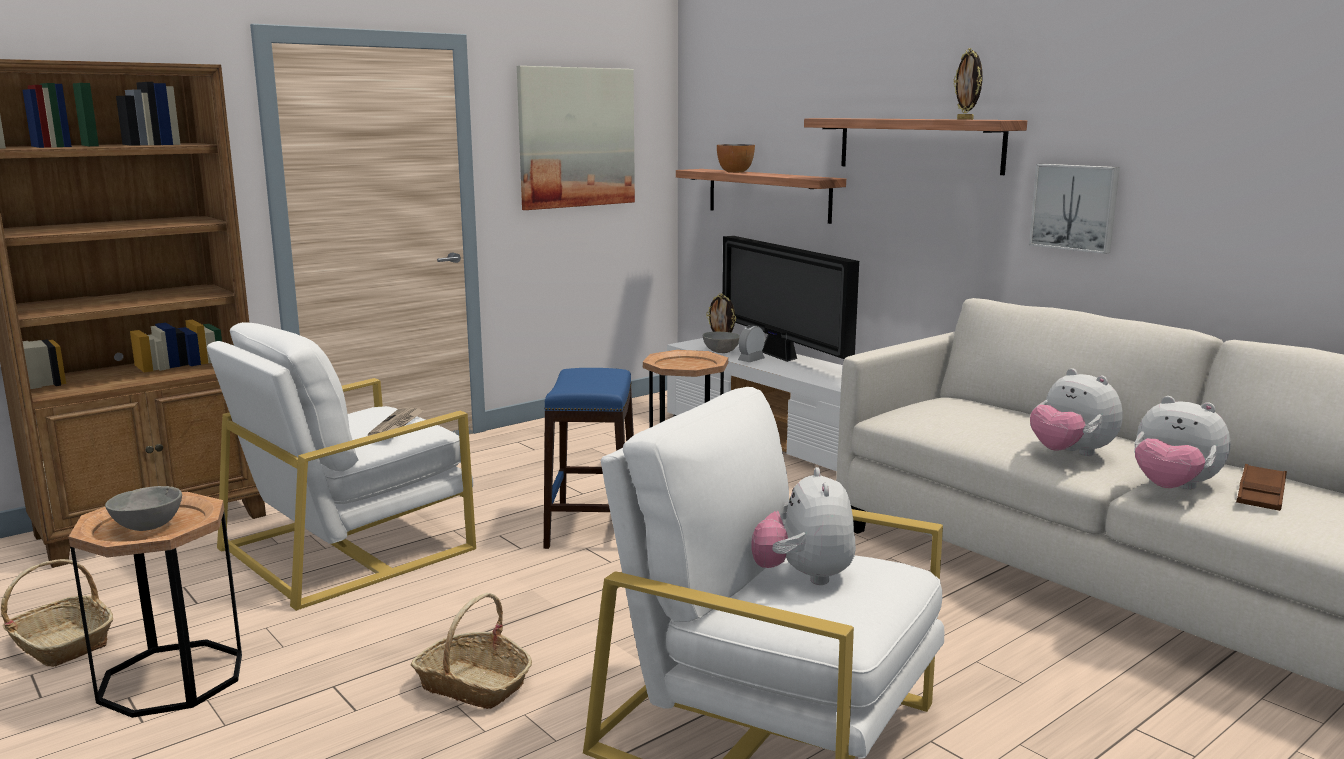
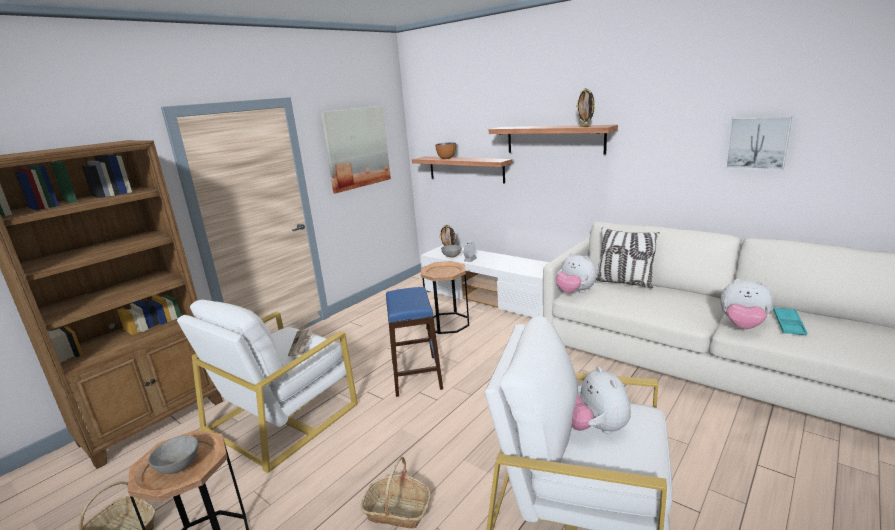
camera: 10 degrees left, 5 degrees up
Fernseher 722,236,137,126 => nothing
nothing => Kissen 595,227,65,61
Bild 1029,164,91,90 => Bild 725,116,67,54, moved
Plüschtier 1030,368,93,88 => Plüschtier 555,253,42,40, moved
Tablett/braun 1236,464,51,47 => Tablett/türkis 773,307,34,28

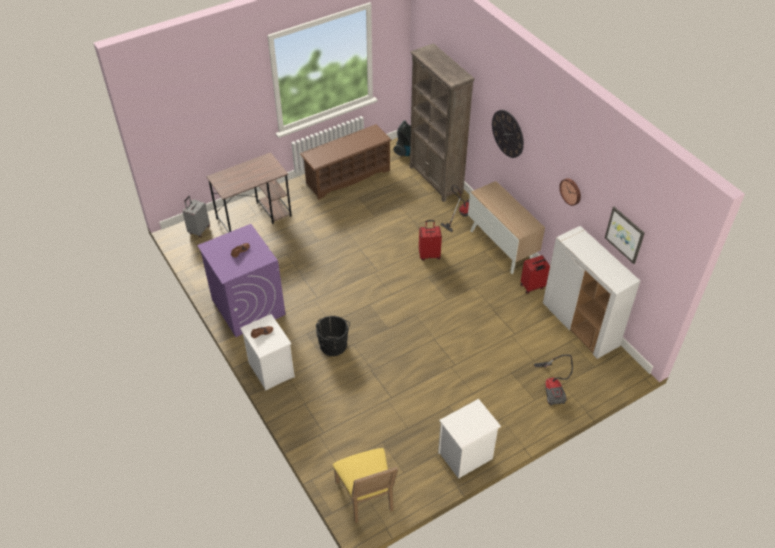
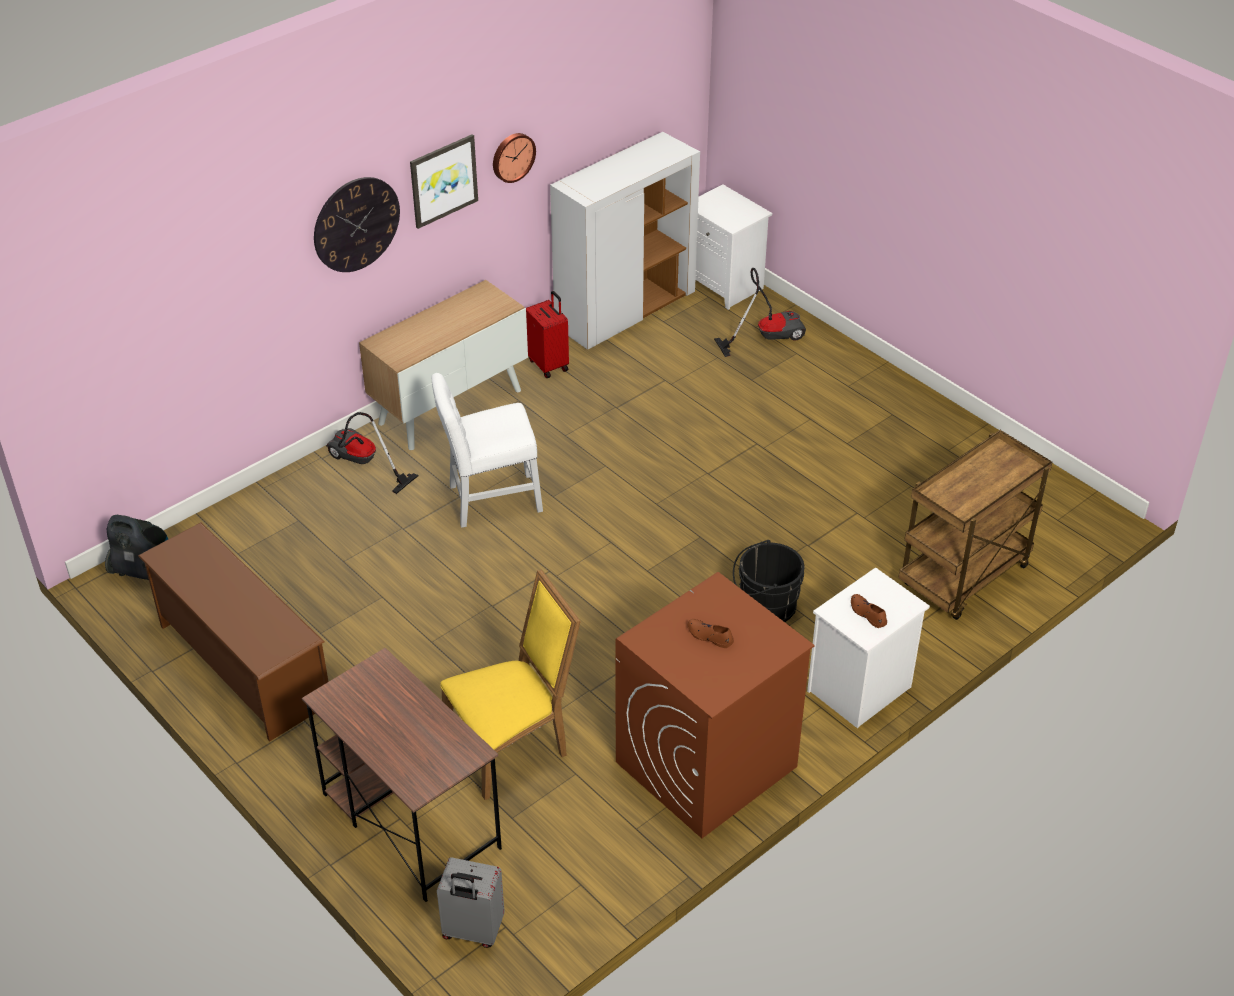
camera: 100 degrees left, 5 degrees down
Bücherregal/braun 409,43,66,159 => nothing
nothing => Rollwagen/braun 898,430,154,190
Stuhl/gelb 333,448,65,75 => Stuhl/gelb 440,569,141,231, moved
Nachttisch/weiß 438,399,63,80 => Nachttisch/weiß 695,184,77,126, moved
Bild 605,207,40,57 => Bild 410,134,68,95, moved
Koffer/rot 419,220,23,40 => Stuhl/weiß 431,373,112,155
Waschmaschine/lila 197,224,88,113 => Waschmaschine/braun 616,572,199,266

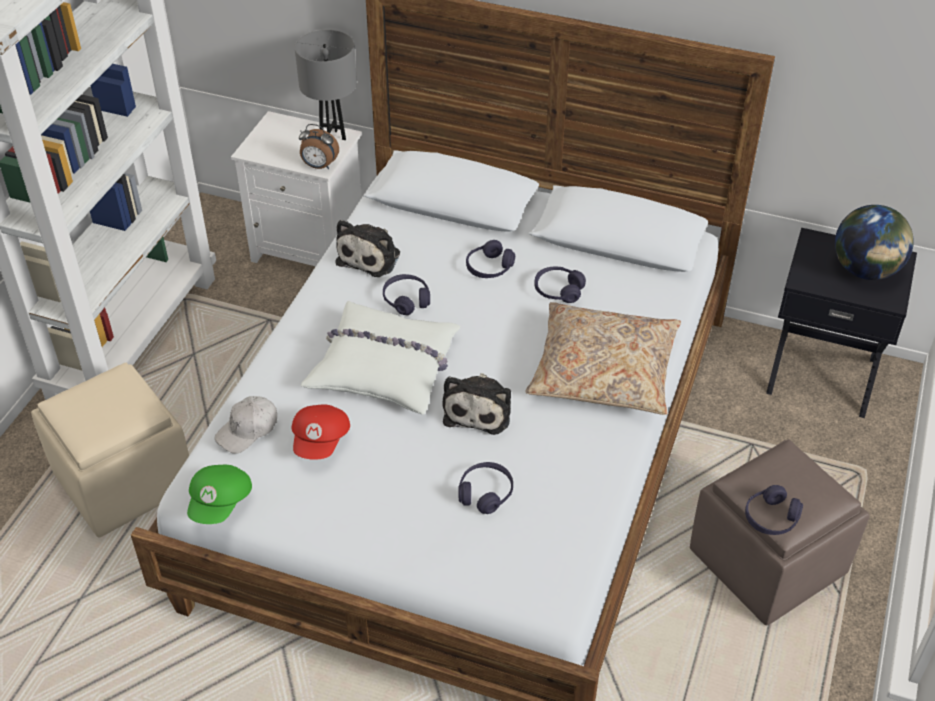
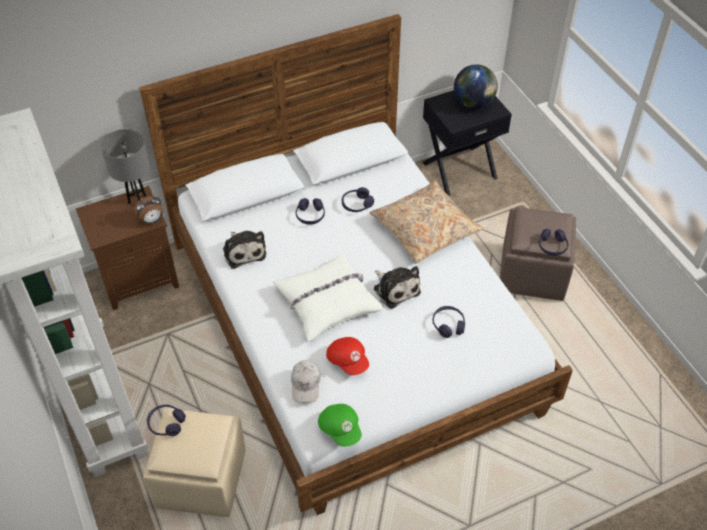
camera: 45 degrees left, 5 degrees up
Kopfhörer/lila 383,274,47,41 => Kopfhörer/lila 147,405,39,31, moved
Nachttisch/weiß 231,111,131,155 => Nachttisch/braun 76,186,103,124

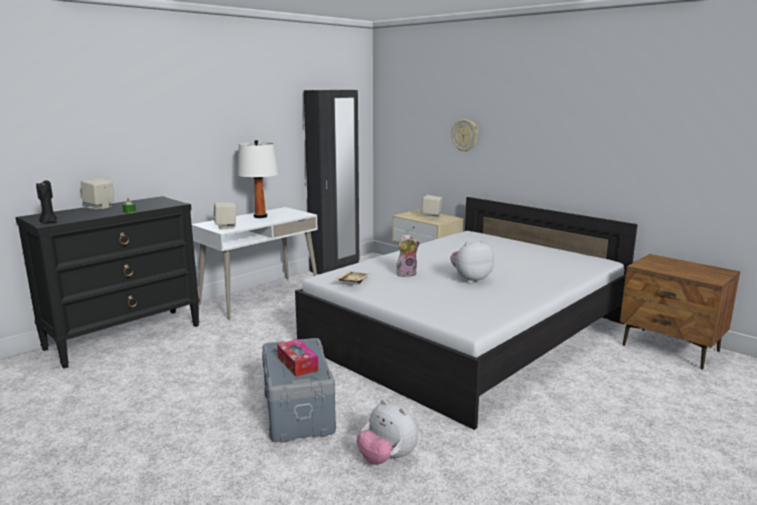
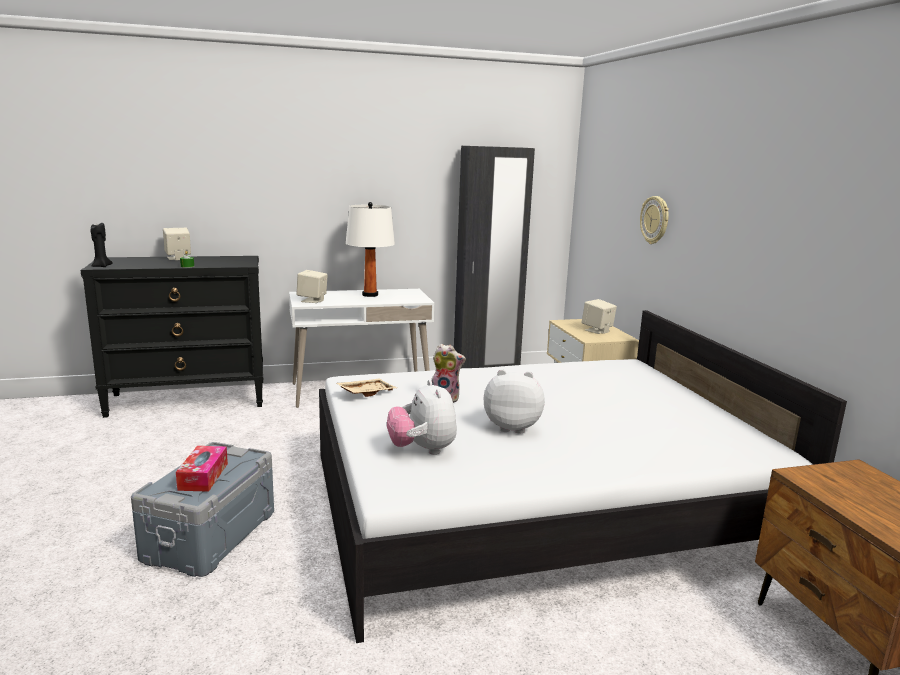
camera: 30 degrees right, 0 degrees up
Plüschtier 357,400,61,65 => Plüschtier 387,380,70,75, moved

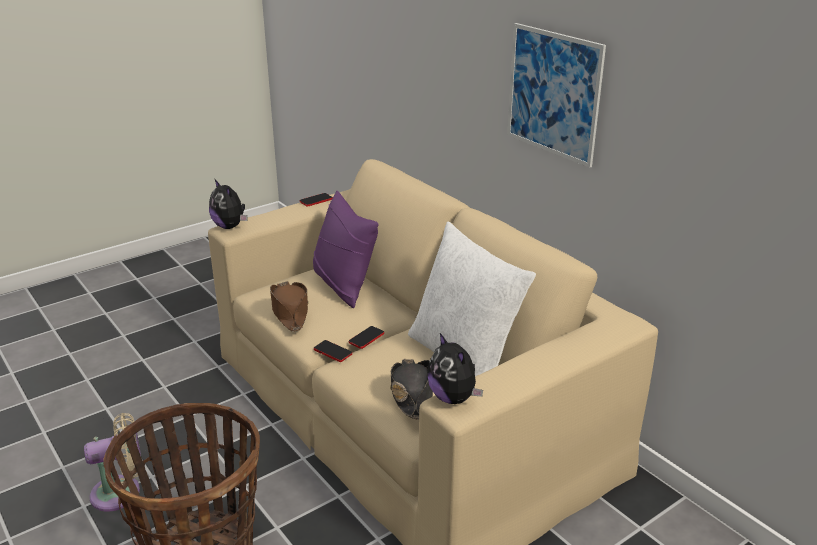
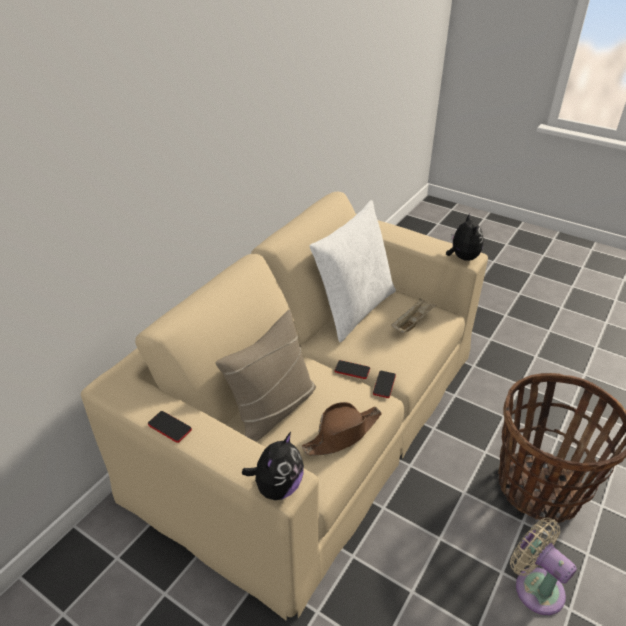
camera: 110 degrees left, 10 degrees up
Bild 507,23,99,145 => nothing
Hut/schwarz 390,359,43,61 => Tablett/beige 391,298,46,35
Kissen/lila 313,191,66,117 => Kissen/beige 216,310,100,132
Plüschtier 427,333,56,71 => Plüschtier 446,214,38,47, 45 degrees counterclockwise

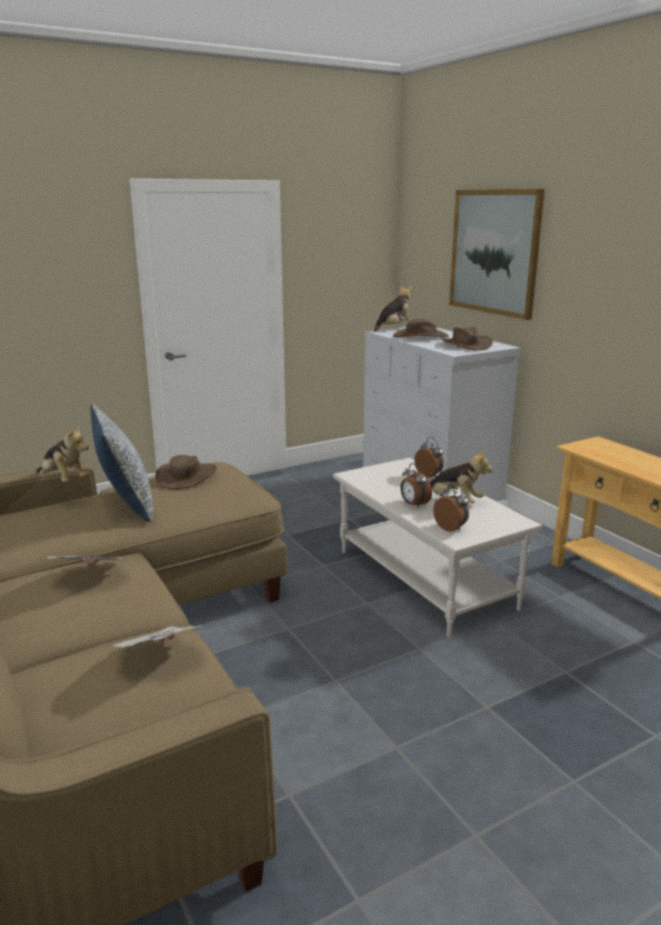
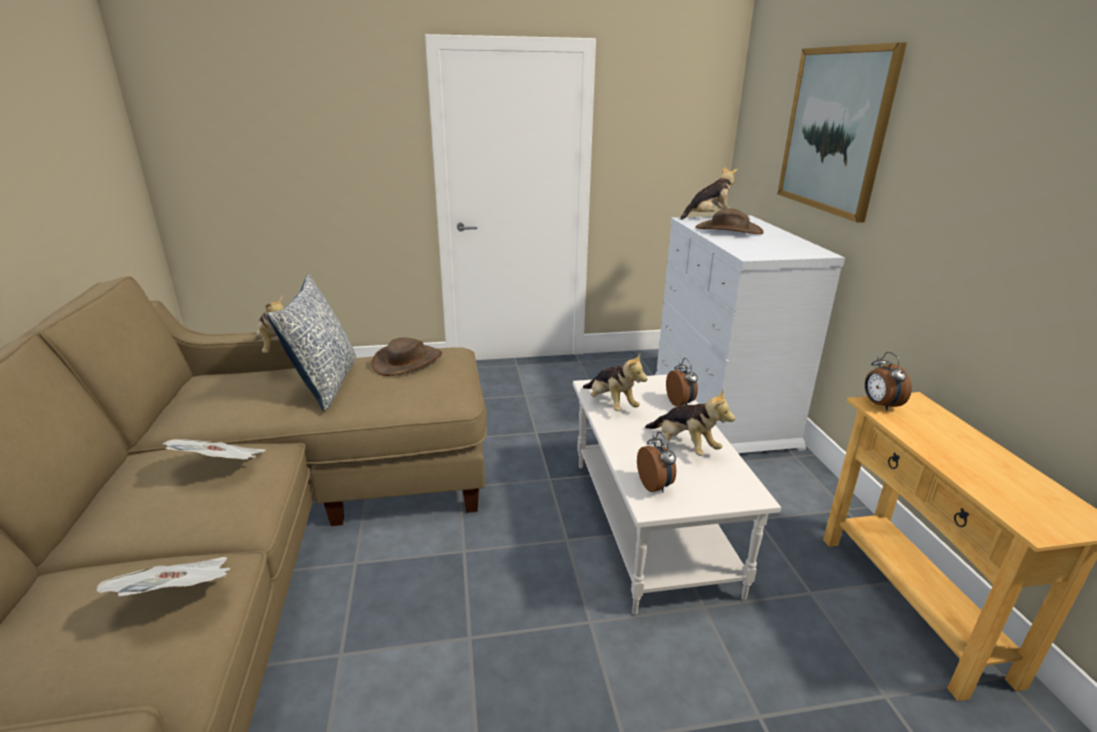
camera: 20 degrees right, 5 degrees up
Hut/braun 441,327,52,24 => nothing
nothing => Plüschtier 583,354,65,57
Wecker 401,463,31,45 => Wecker 865,352,47,59, moved

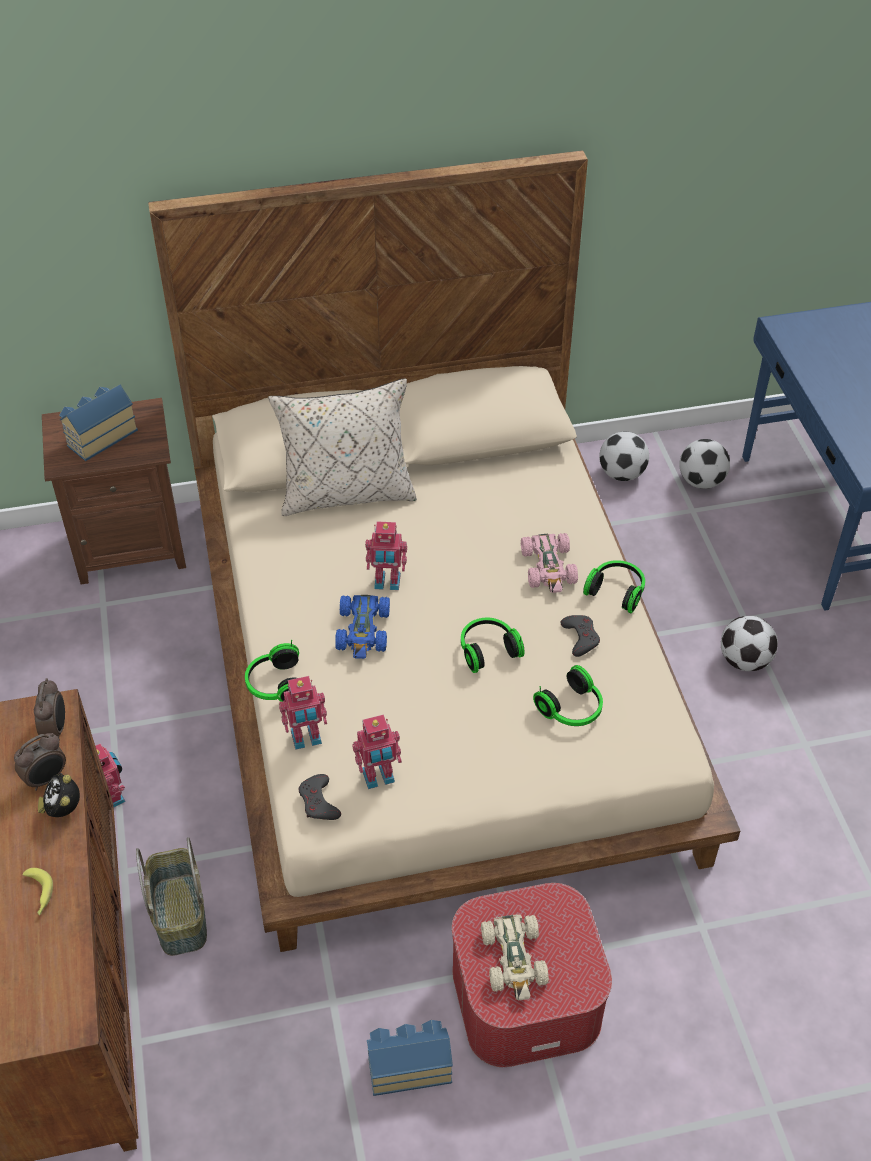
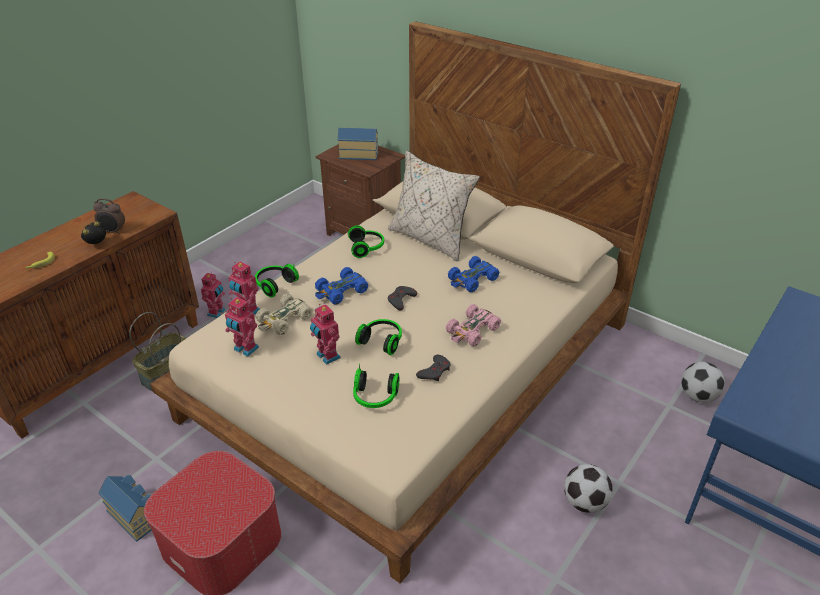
camera: 50 degrees right, 10 degrees down
Wecker 34,678,31,62 => nothing
Fußball 599,432,50,49 => nothing
nothing => Spielzeugauto/blau 448,256,51,36
Gamepad/grau 298,774,43,46 => Gamepad/grau 388,286,29,25, moved
Spielzeugroboter 365,521,42,69 => Spielzeugroboter 310,304,31,61, moved
Spielzeugauto/beige 481,914,68,87 => Spielzeugauto/beige 256,294,56,41, moved
Kopfhörer 583,560,62,53 => Kopfhörer 348,226,36,32, moved

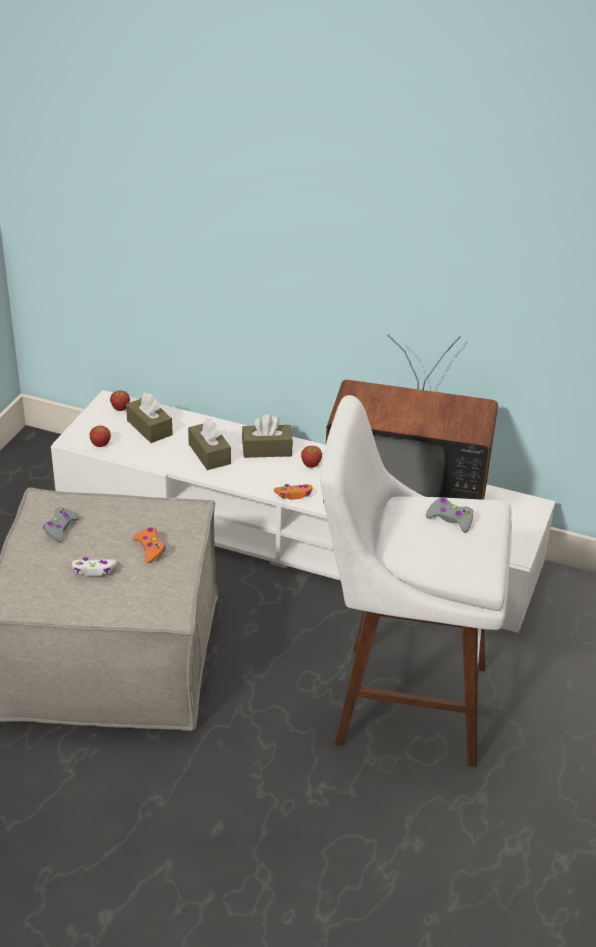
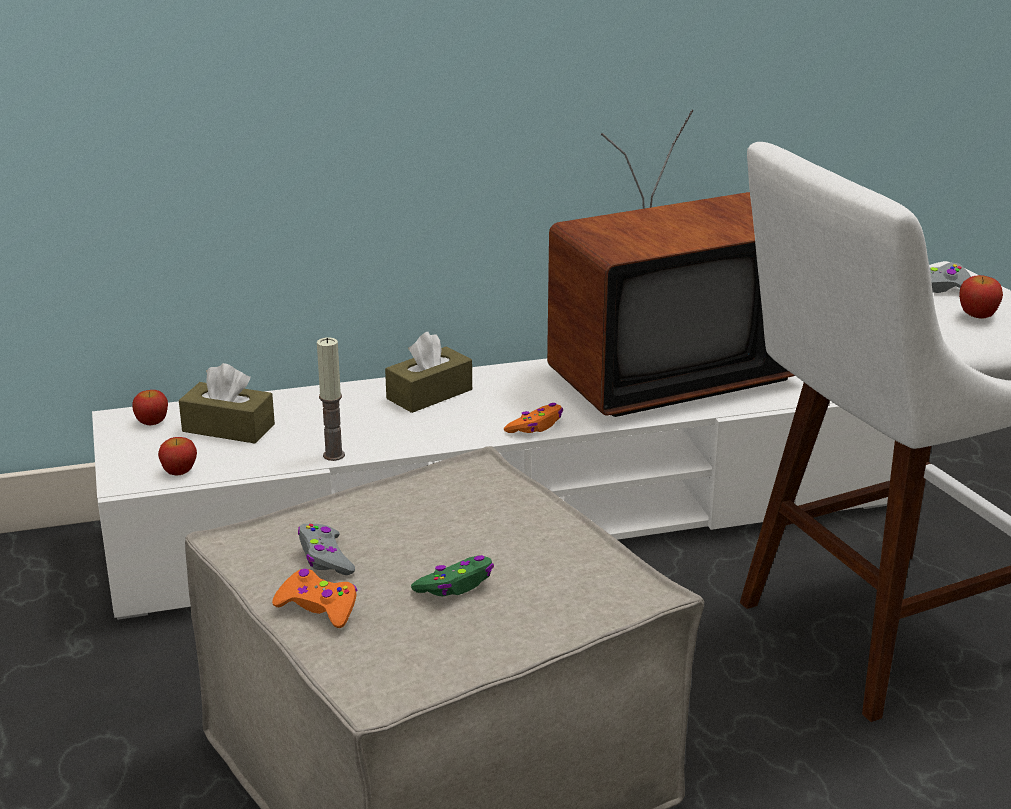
camera: 35 degrees left, 10 degrees down
Taschentuchbox/braun 188,418,43,52 => nothing
nothing => Kerze 317,337,28,124
Gamepad/orange 132,527,33,36 => Gamepad/orange 272,569,85,59, moved
Apfel 301,446,21,22 => Apfel 959,275,44,44, moved
Gamepad/weiß 72,557,45,19 => Gamepad/grün 411,555,83,41

